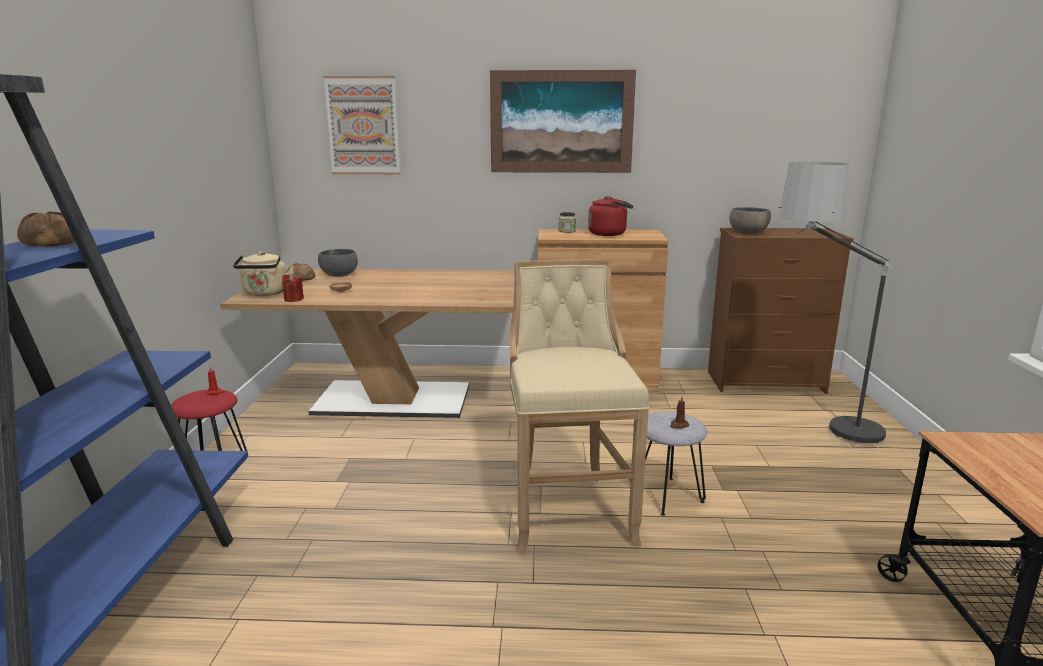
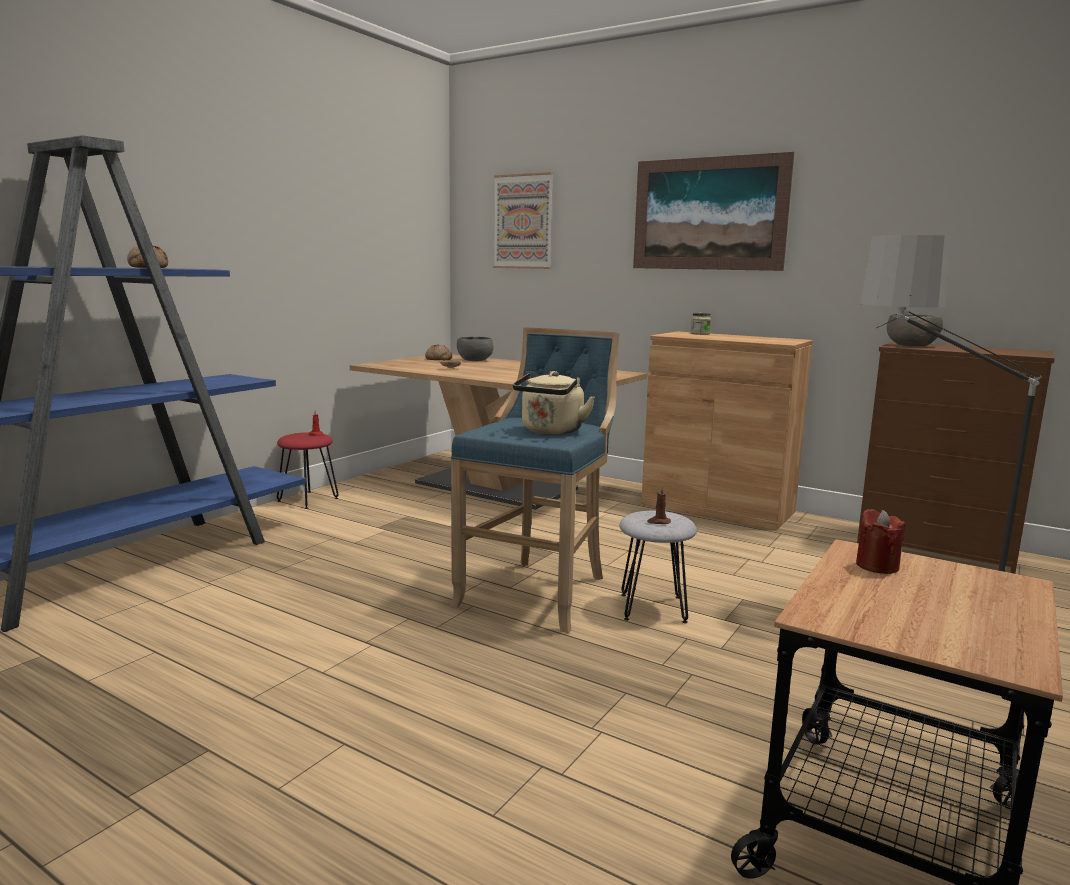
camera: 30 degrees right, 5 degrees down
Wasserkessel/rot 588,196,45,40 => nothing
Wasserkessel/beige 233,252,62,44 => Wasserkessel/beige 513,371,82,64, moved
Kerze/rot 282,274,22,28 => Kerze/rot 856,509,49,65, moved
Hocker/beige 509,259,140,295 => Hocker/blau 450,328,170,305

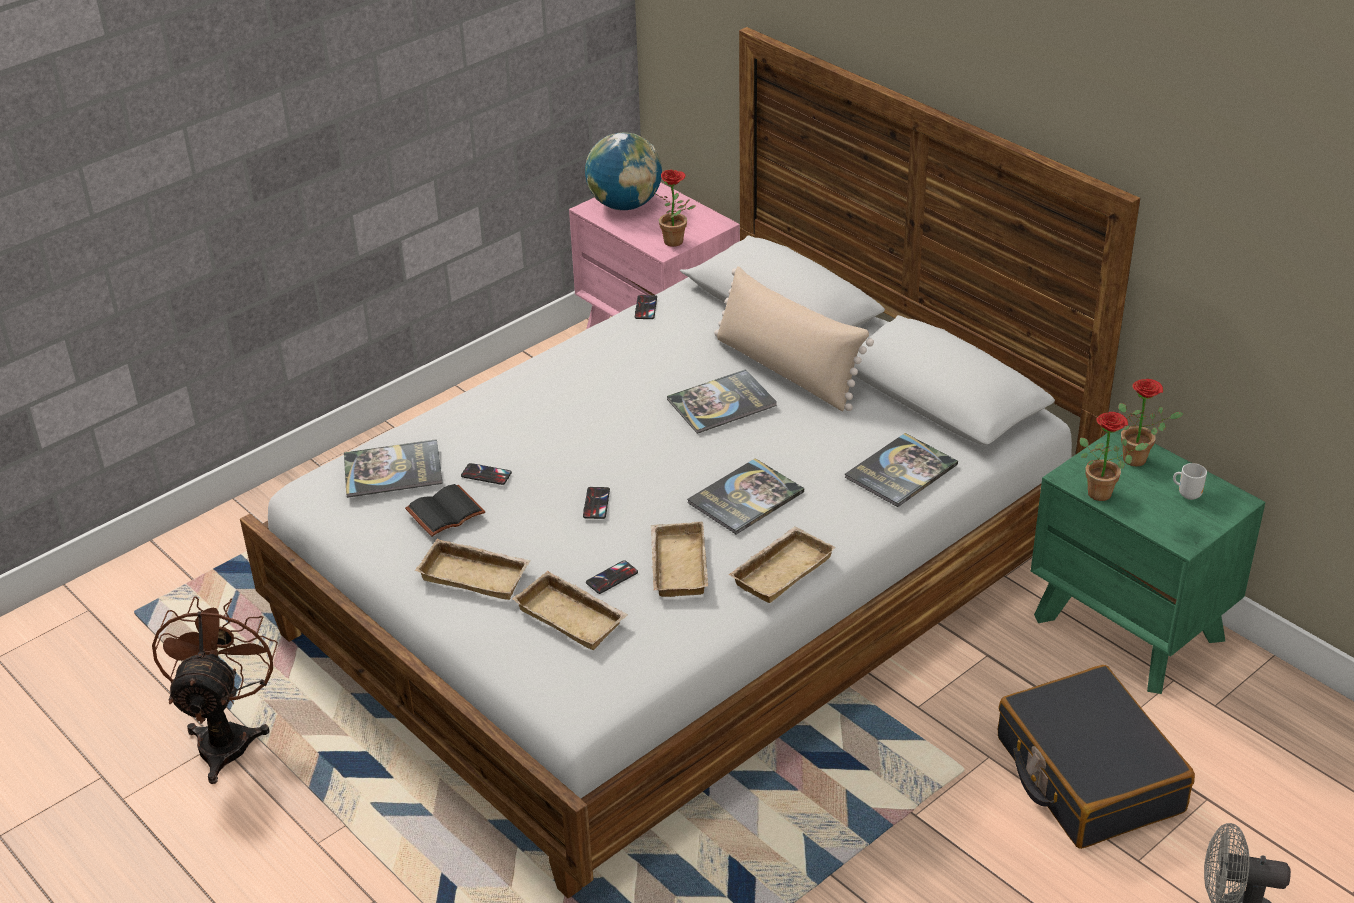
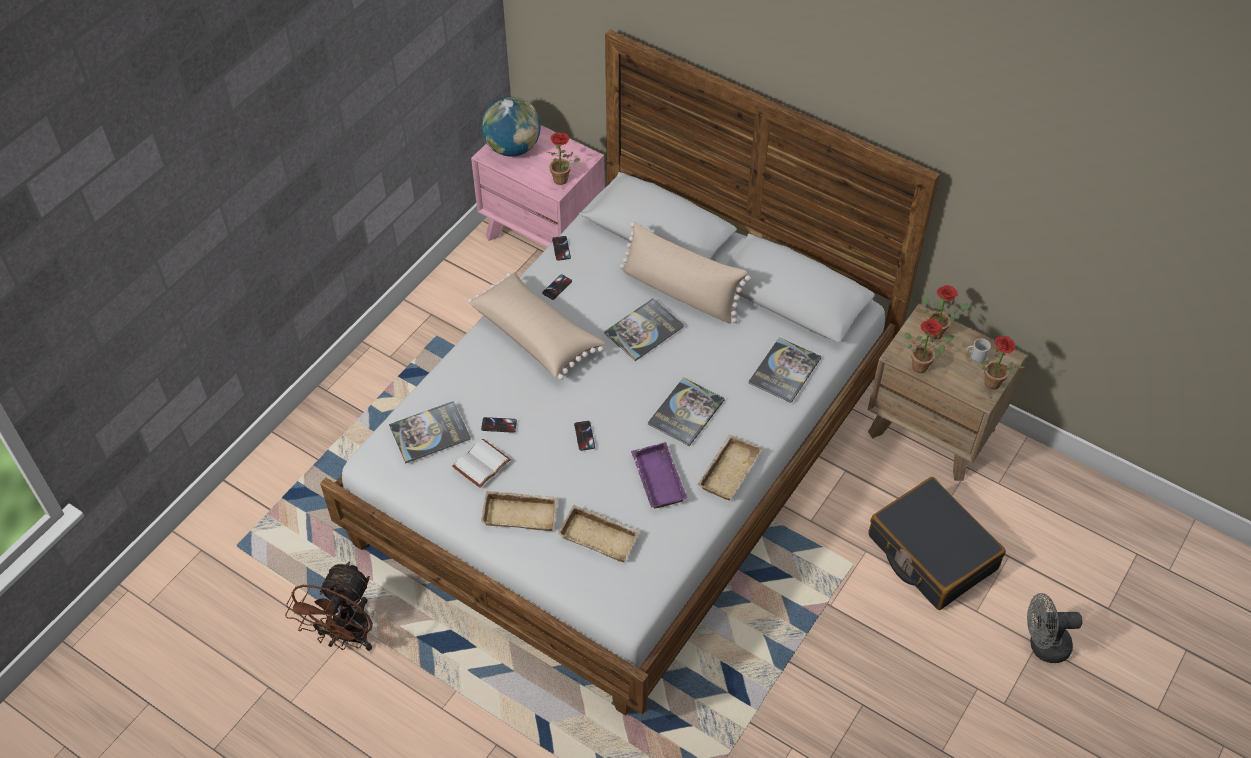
camera: 15 degrees left, 15 degrees up
nothing => Kissen/beige 468,272,137,108
nothing => Topfpflanze 981,336,44,53
Handy 586,560,52,34 => Handy 542,274,30,26, moved
Buch/schwarz 405,484,80,53 => Buch/weiß 452,439,59,49
Tablett/beige 651,521,57,76 => Tablett/lila 631,442,56,66
Nachttisch/grün 1031,428,235,266 => Nachttisch/braun 868,304,159,177
Ventilator/braun 152,596,126,188 => Ventilator/braun 285,561,88,90, 150 degrees counterclockwise

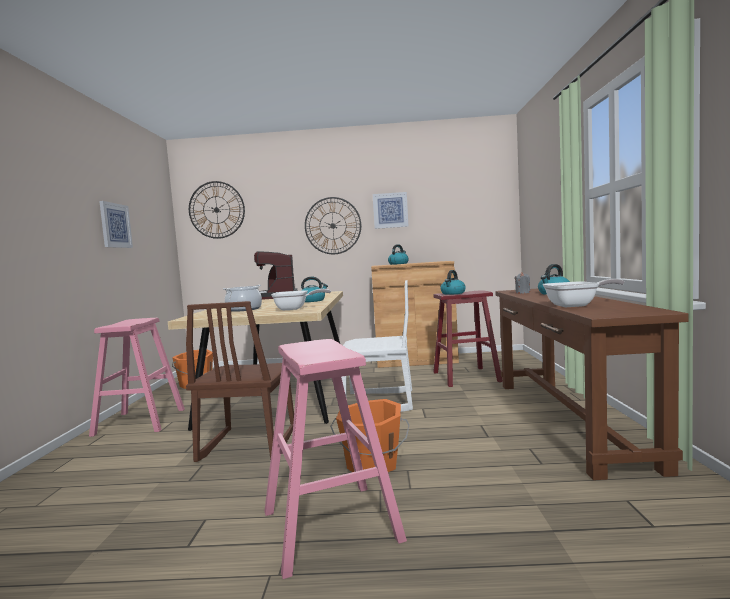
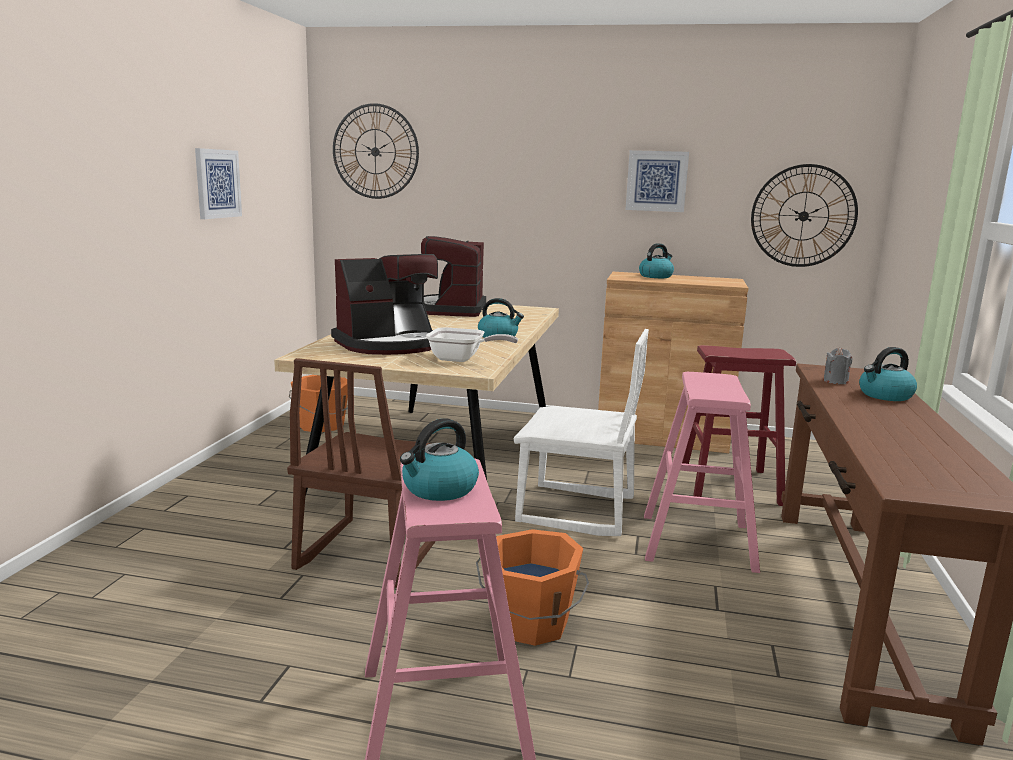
camera: 10 degrees right, 10 degrees up
Pfanne 543,279,82,28 => nothing
Hocker/rosa 89,318,96,119 => Hocker/rosa 644,372,116,201, moved
Wanduhr 305,197,56,57 => Wanduhr 751,164,107,103, moved
Wasserkessel 440,270,26,25 => Wasserkessel 400,418,79,83, moved
Kochtopf 223,285,39,27 => Kaffeemaschine 331,254,107,101

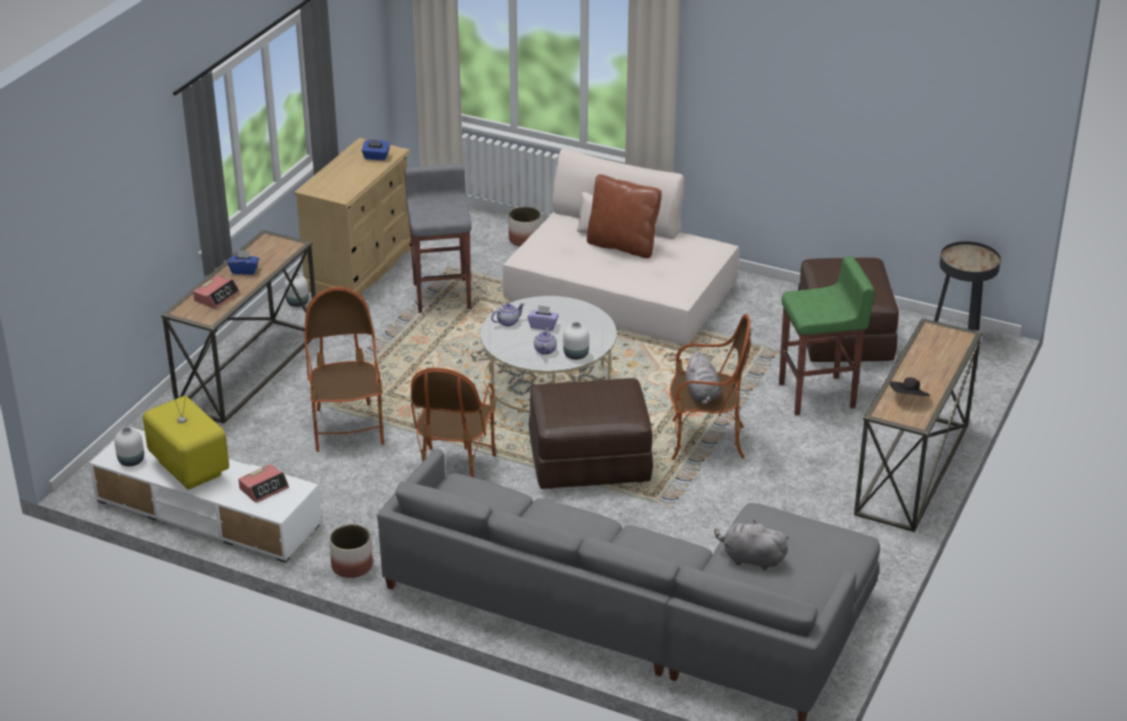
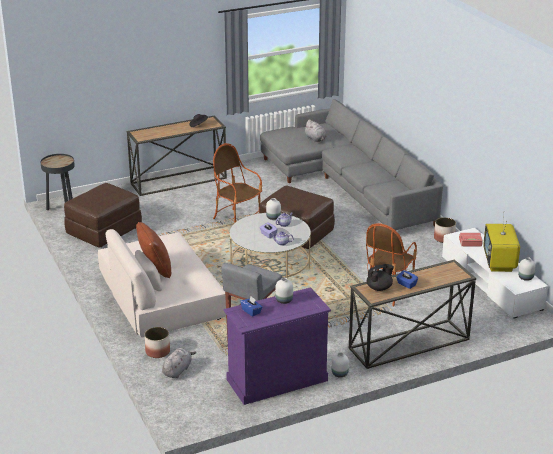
camera: 140 degrees left, 5 degrees down
Wecker 193,276,47,33 => nothing
Sessel 411,368,85,109 => nothing
Hocker/grün 779,256,96,159 => nothing
nothing => Vase/weiß 275,278,18,26
nothing => Teekanne/schwarz 367,264,27,27
Plüschtier/grau 685,351,36,55 => Plüschtier/grau 162,348,34,30, moved
Kommode/beige 294,138,117,158 => Kommode/lila 223,287,108,118

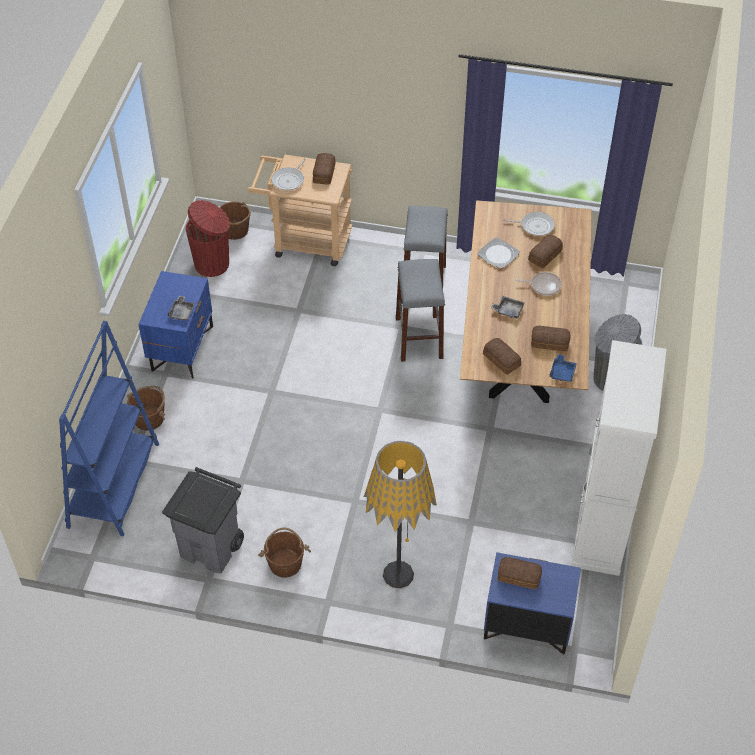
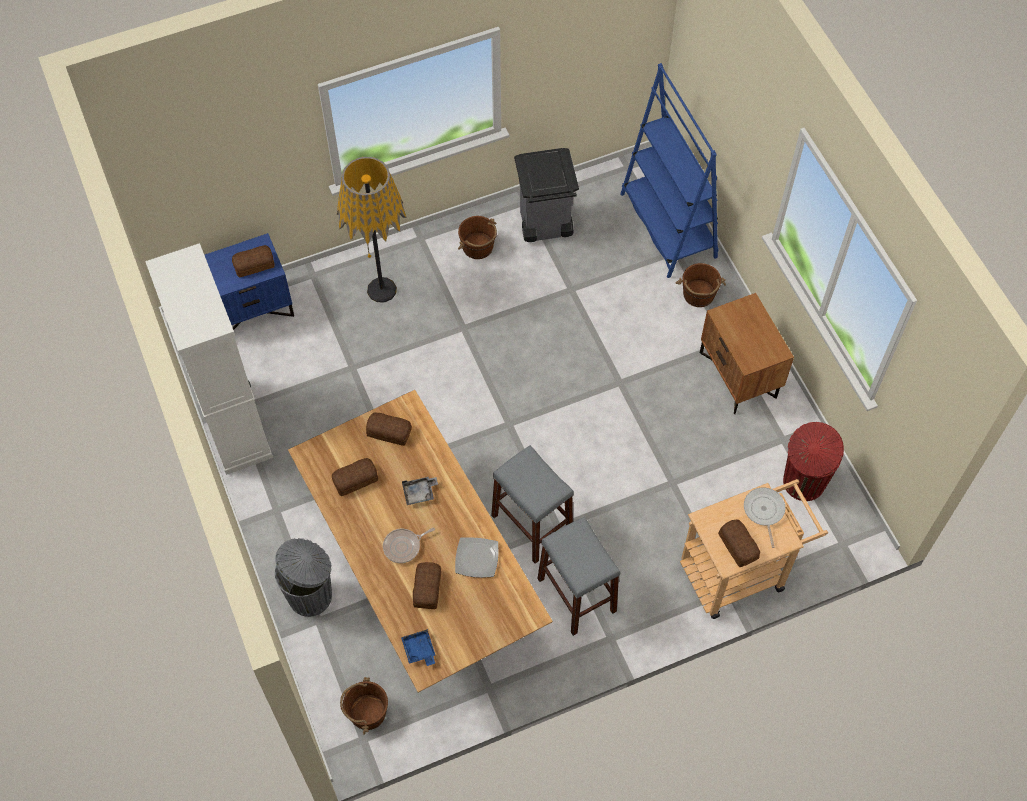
camera: 145 degrees right, 10 degrees up
Tablett/grau 168,296,27,25 => nothing
Pfanne 503,212,52,24 => nothing
Eimer/braun 220,202,31,38 => Eimer/braun 340,677,48,58, moved
Tablett/blau 550,354,27,28 => Tablett/blau 401,630,34,36, moved
Nachttisch/blau 139,271,74,108 => Nachttisch/braun 700,293,94,121

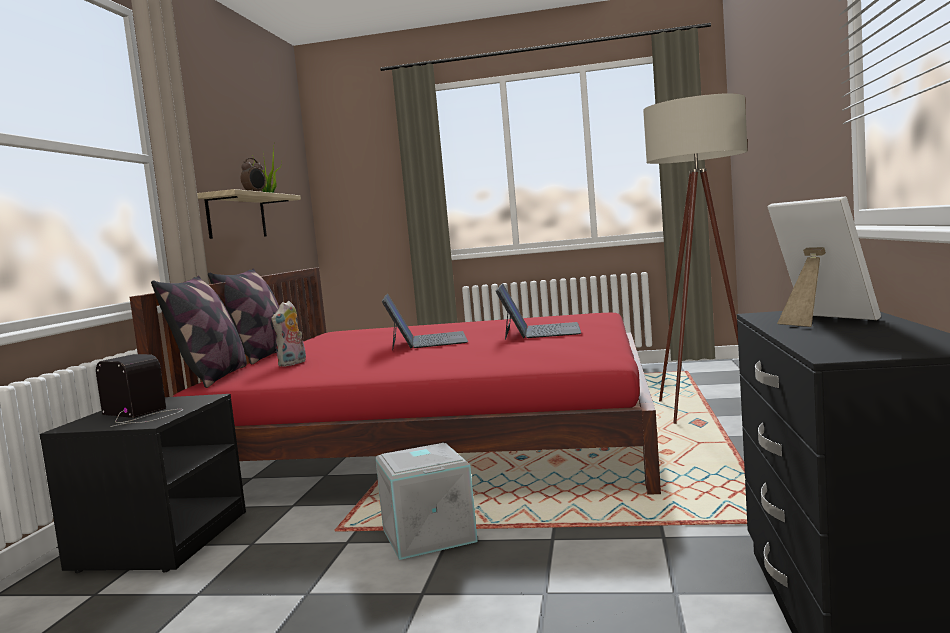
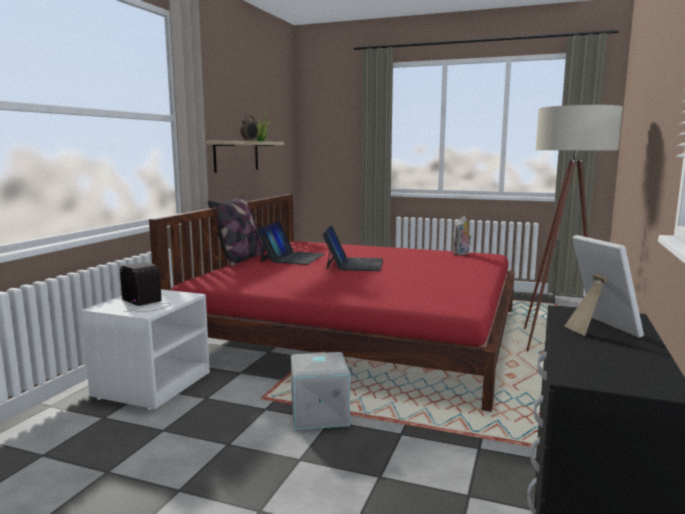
camera: 10 degrees right, 5 degrees up
Kissen 151,276,96,112 => nothing
Plüschtier 271,301,35,65 => Plüschtier 454,216,17,39, moved
Laptop 496,284,85,56 => Laptop 256,221,69,44, moved
Nachttisch/schwarz 39,394,207,179 => Nachttisch/weiß 81,289,129,121

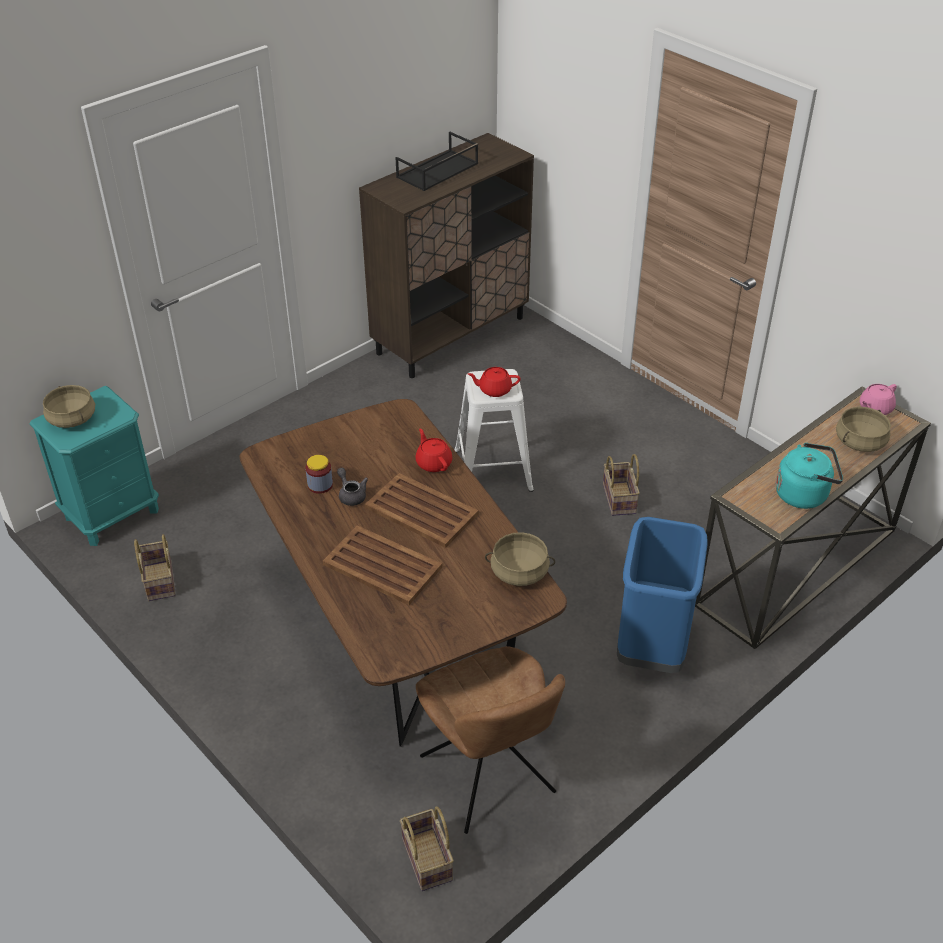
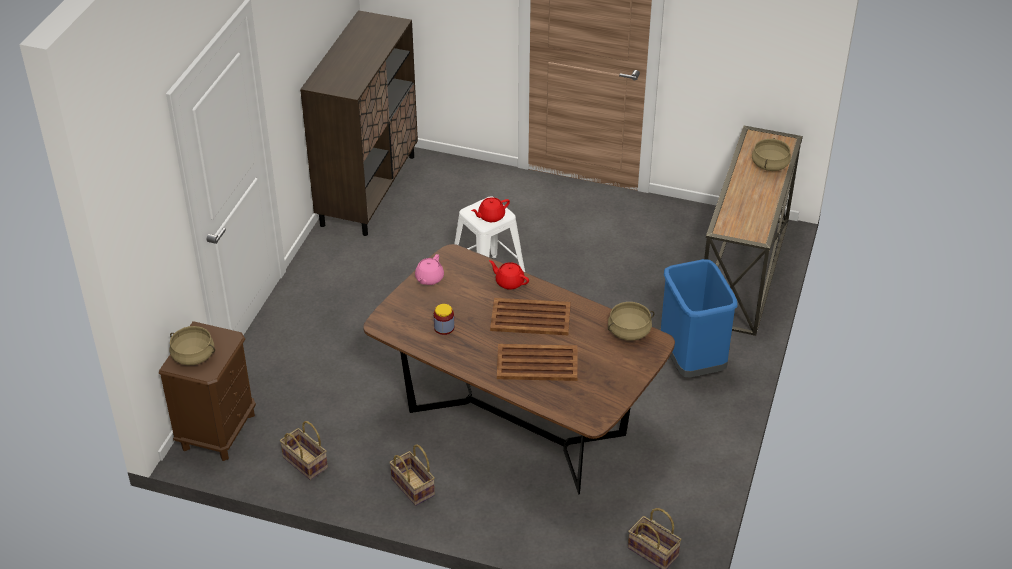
camera: 30 degrees left, 0 degrees up
Teekanne/grau 337,468,31,38 => nothing
Tablett/schwarz 396,132,82,59 => nothing
Stuhl/braun 416,646,149,188 => nothing
Wasserkessel/türkis 776,443,67,66 => nothing
Korb 603,454,37,62 => Korb 389,444,46,62, moved
Teekanne/rosa 860,384,37,31 => Teekanne/rosa 415,254,29,31, moved
Nachttisch/türkis 29,386,130,160 => Nachttisch/braun 159,321,97,140

